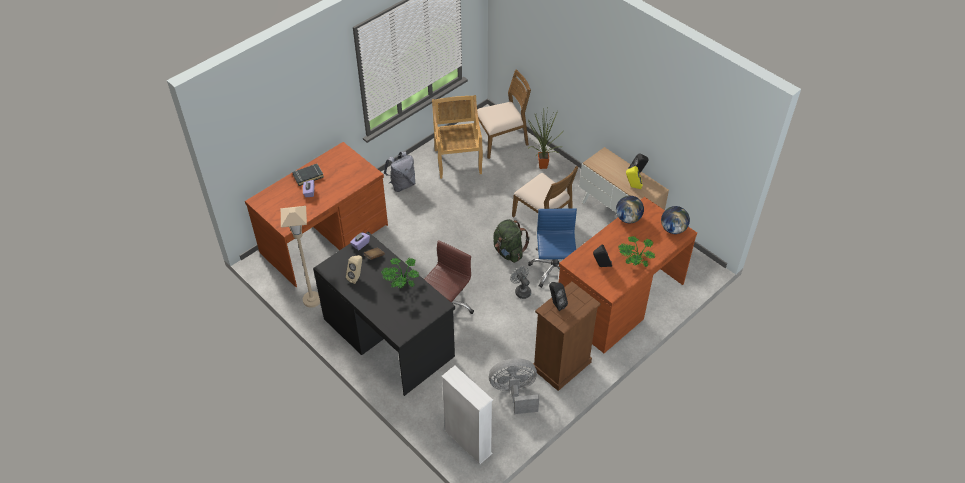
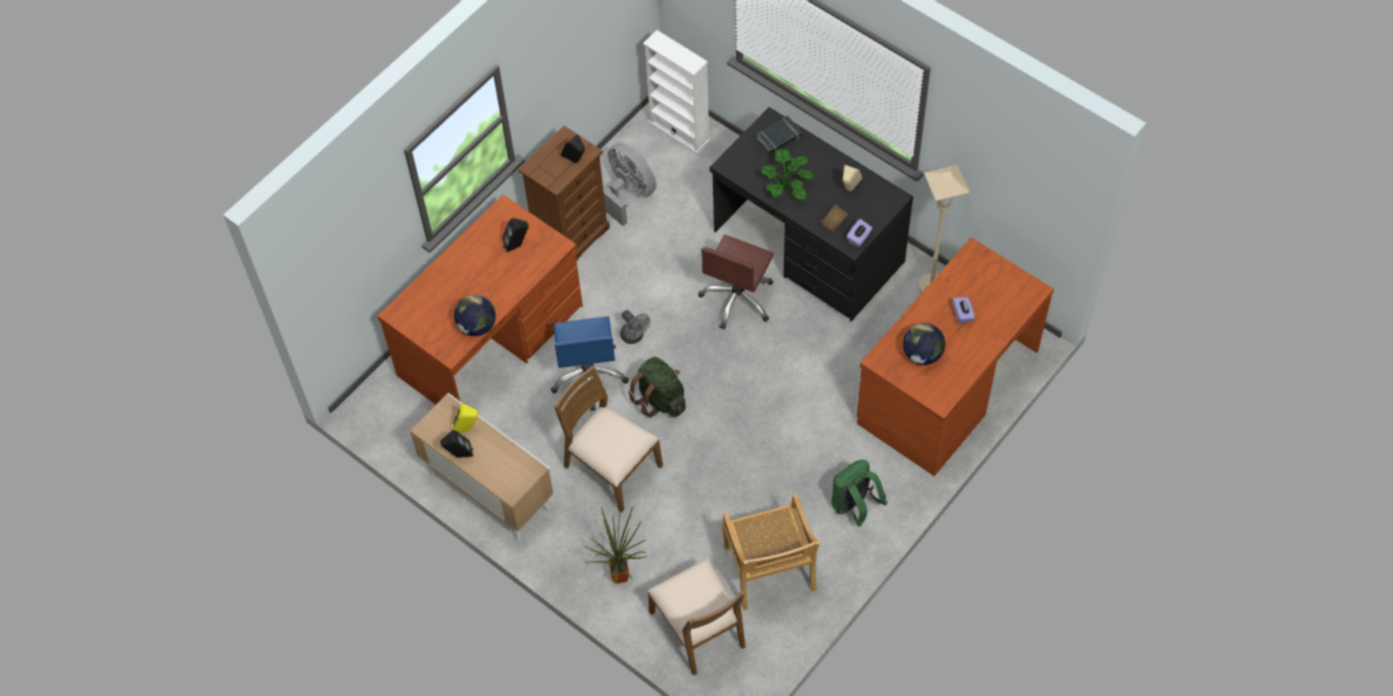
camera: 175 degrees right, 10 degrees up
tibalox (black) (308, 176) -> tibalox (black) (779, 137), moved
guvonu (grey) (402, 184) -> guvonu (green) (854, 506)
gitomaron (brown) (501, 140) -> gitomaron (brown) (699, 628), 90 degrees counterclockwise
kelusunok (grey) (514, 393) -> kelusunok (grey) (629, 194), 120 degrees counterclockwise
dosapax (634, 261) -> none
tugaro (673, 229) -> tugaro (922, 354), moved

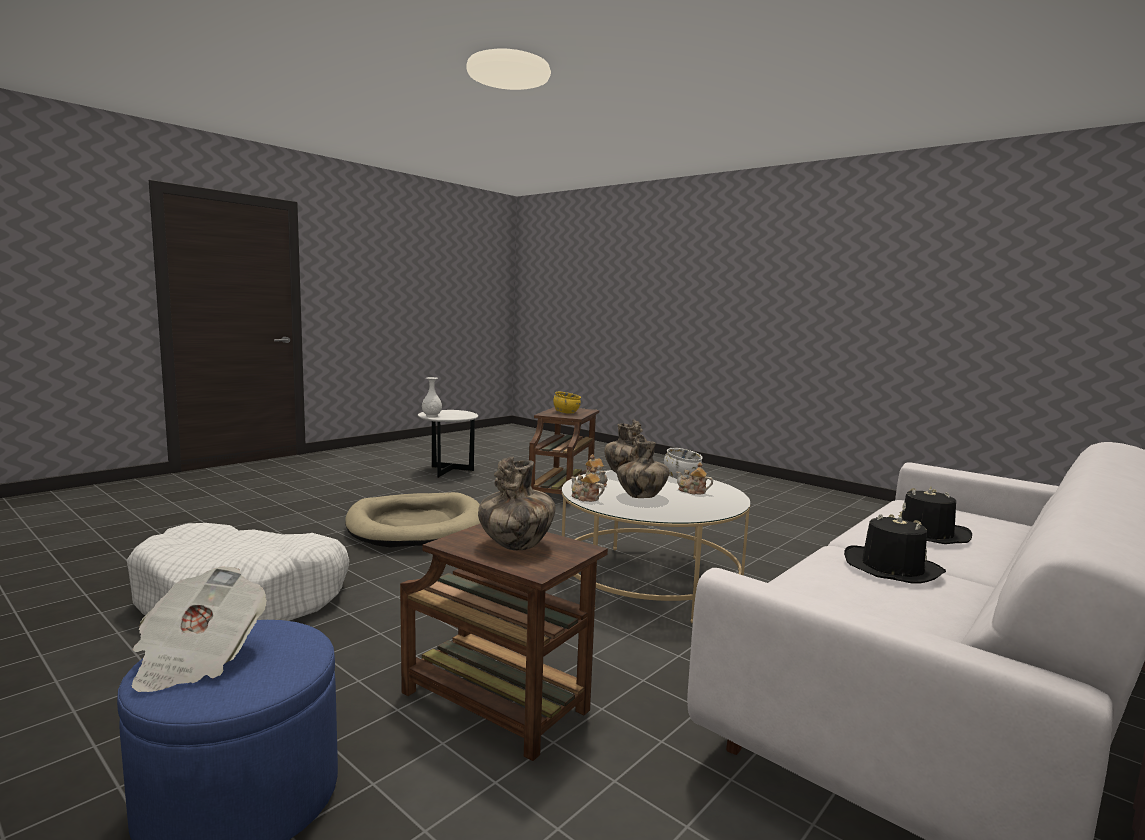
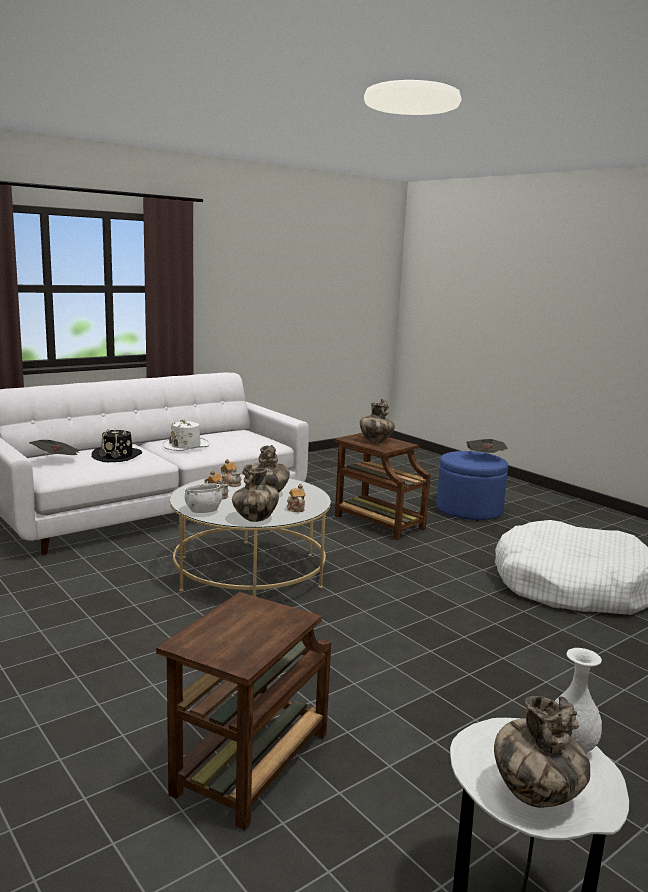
camera: 170 degrees left, 5 degrees up
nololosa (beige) (416, 526) -> none
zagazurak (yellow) (566, 412) -> none
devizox (585, 498) -> devizox (231, 483), moved
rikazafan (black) (891, 568) -> rikazafan (white) (186, 446)
none -> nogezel (57, 461)
none -> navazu (535, 795)

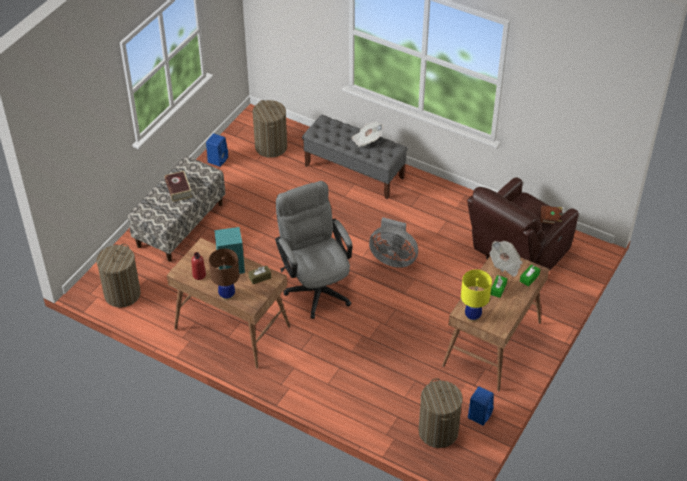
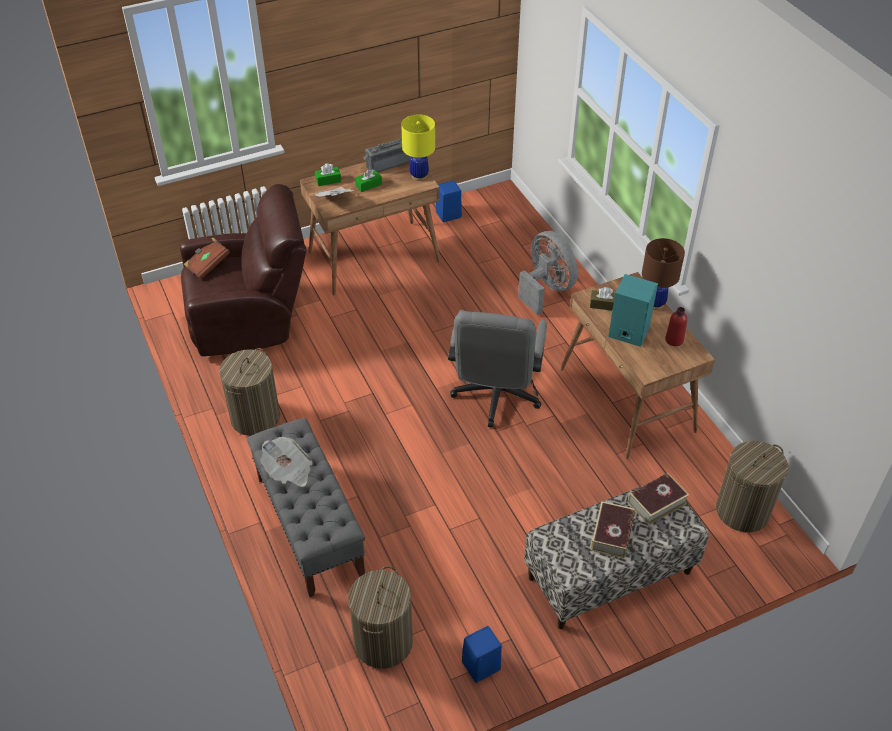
camera: 145 degrees left, 0 degrees up
kelusunok (grey) (393, 259) -> kelusunok (grey) (546, 289), moved
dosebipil (438, 432) -> dosebipil (255, 417), moved
none -> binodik (388, 163)
none -> tibalox (656, 503)

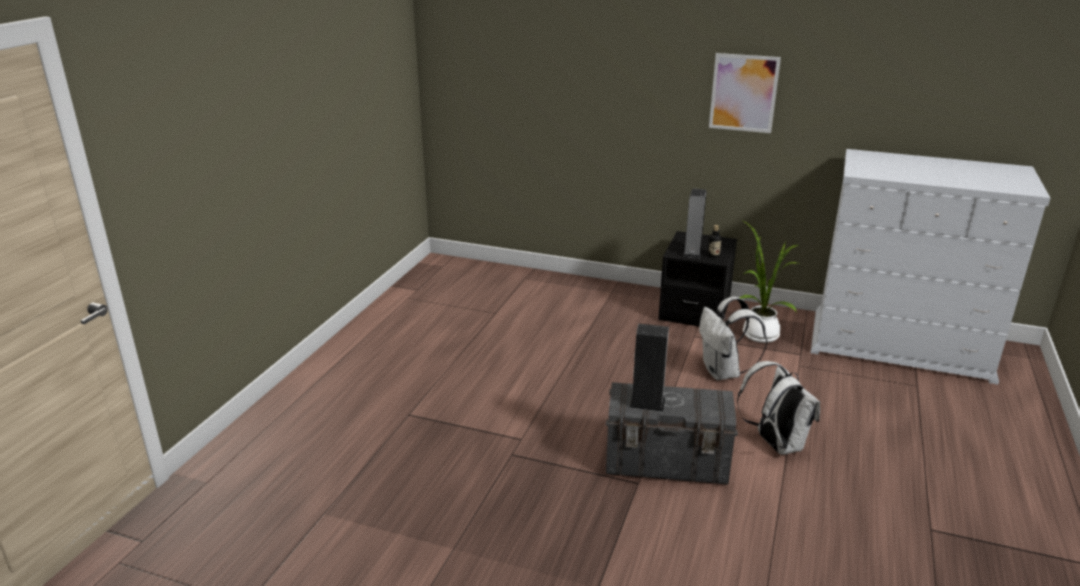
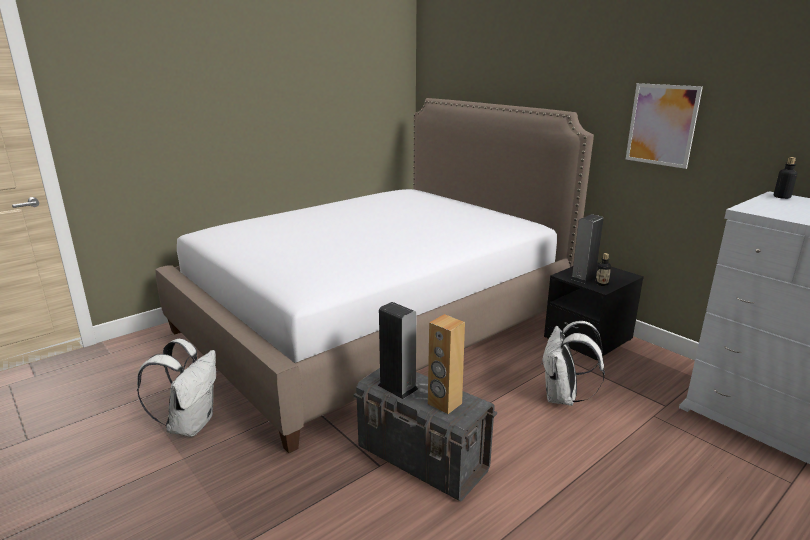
camera: 30 degrees right, 5 degrees down
guvonu (white) (775, 444) -> guvonu (white) (190, 424), moved
dosapax (758, 333) -> none
none -> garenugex (375, 323)
none -> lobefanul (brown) (444, 404)
none -> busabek (782, 197)

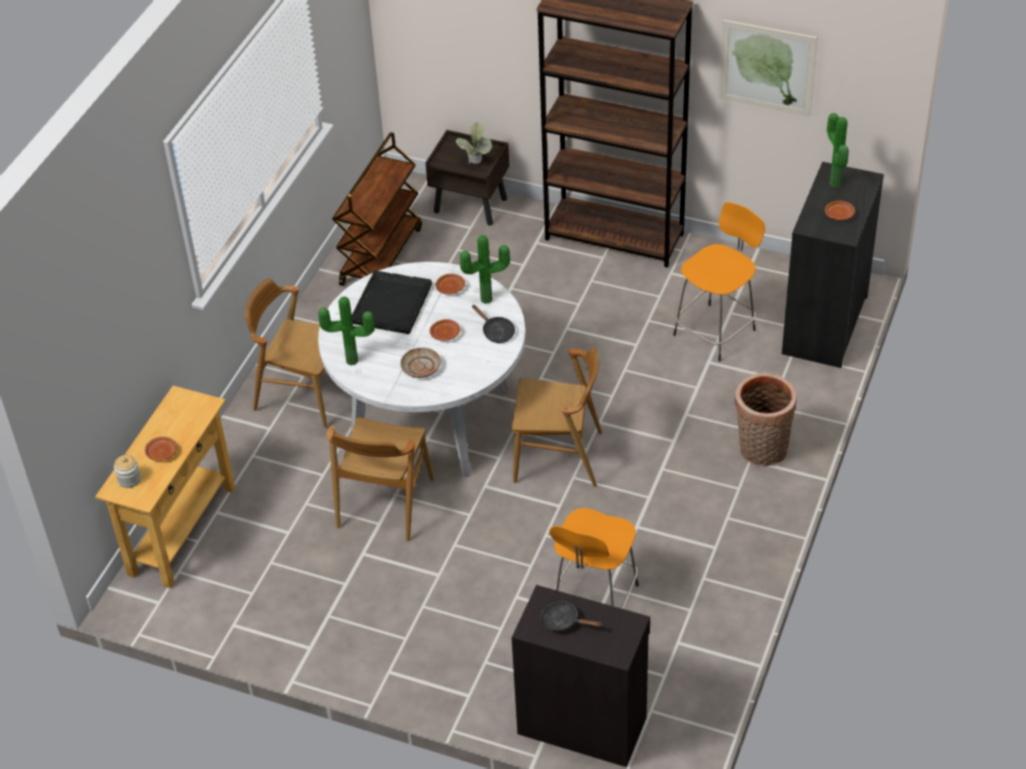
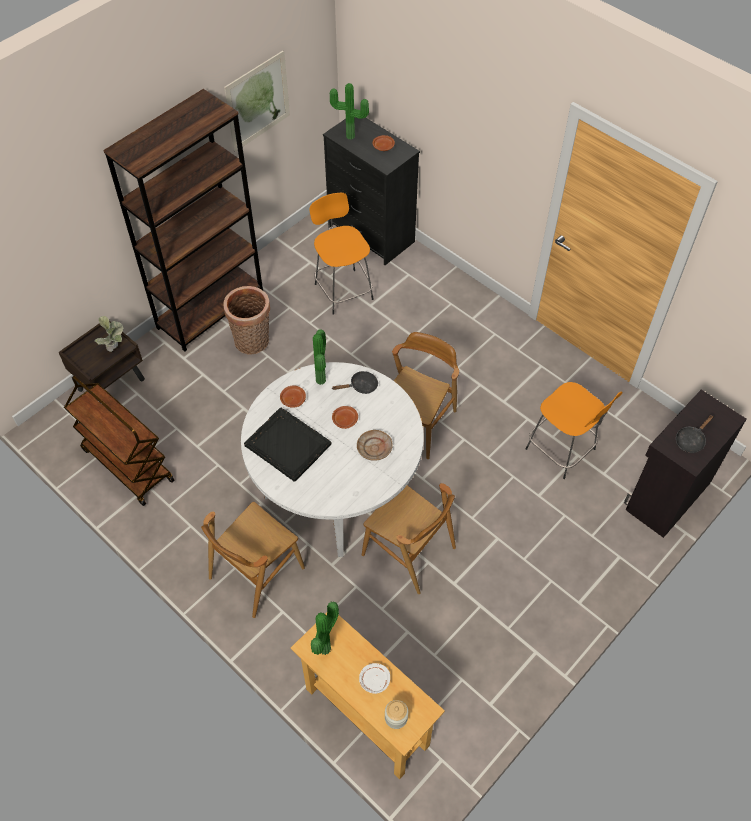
camera: 70 degrees left, 10 degrees up
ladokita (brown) (161, 453) -> ladokita (white) (374, 680)
dosapax (352, 363) -> dosapax (327, 649), moved
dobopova (761, 452) -> dobopova (252, 343), moved

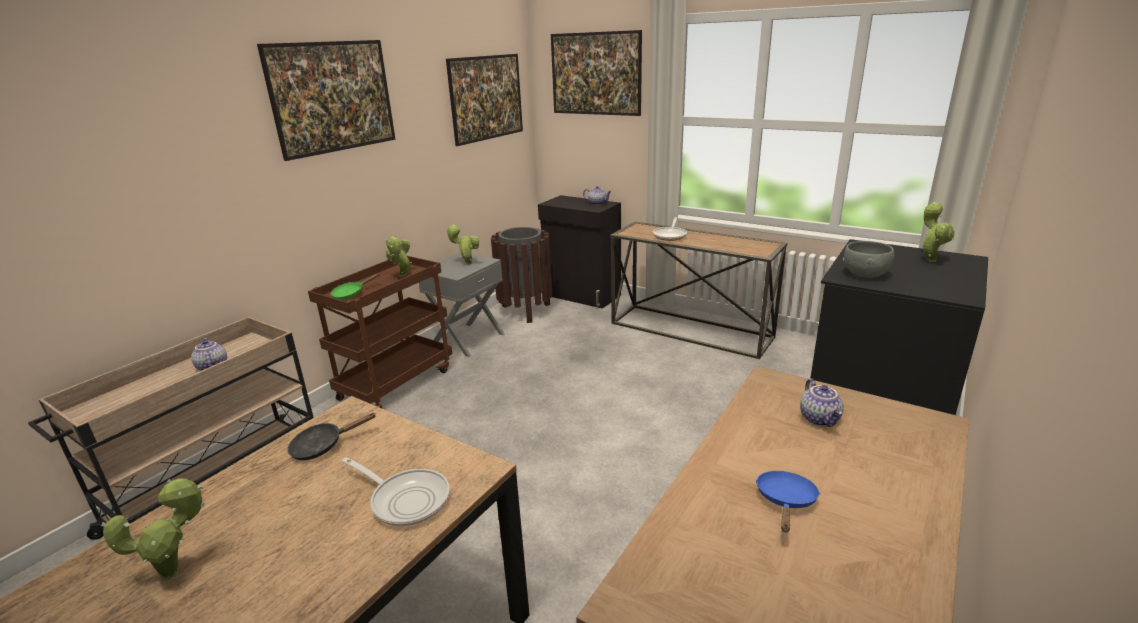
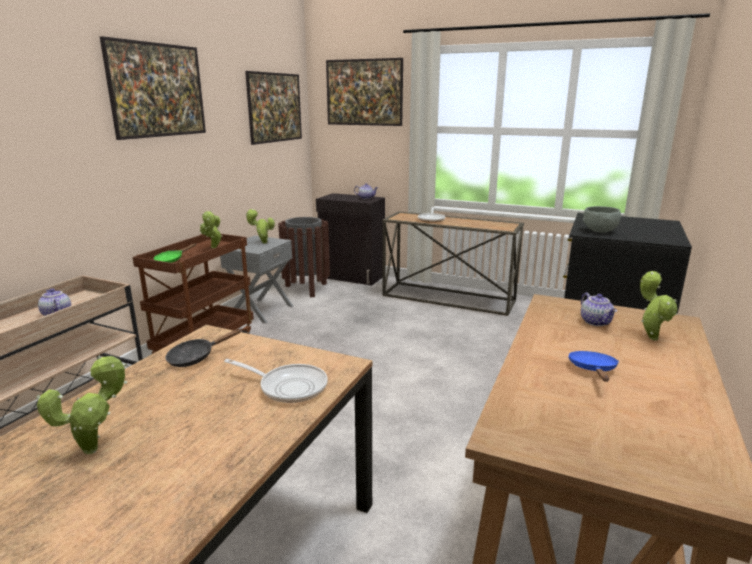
camera: 10 degrees left, 5 degrees down
dosapax (930, 260) -> dosapax (651, 337), moved

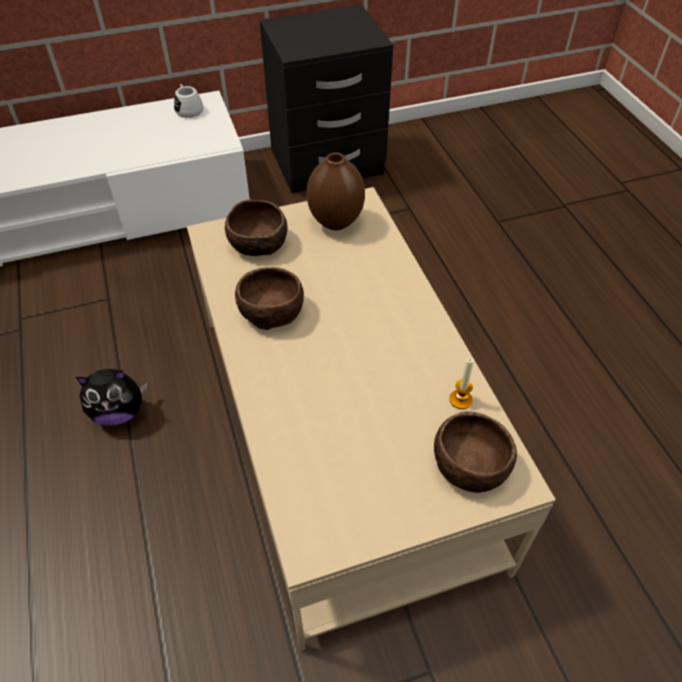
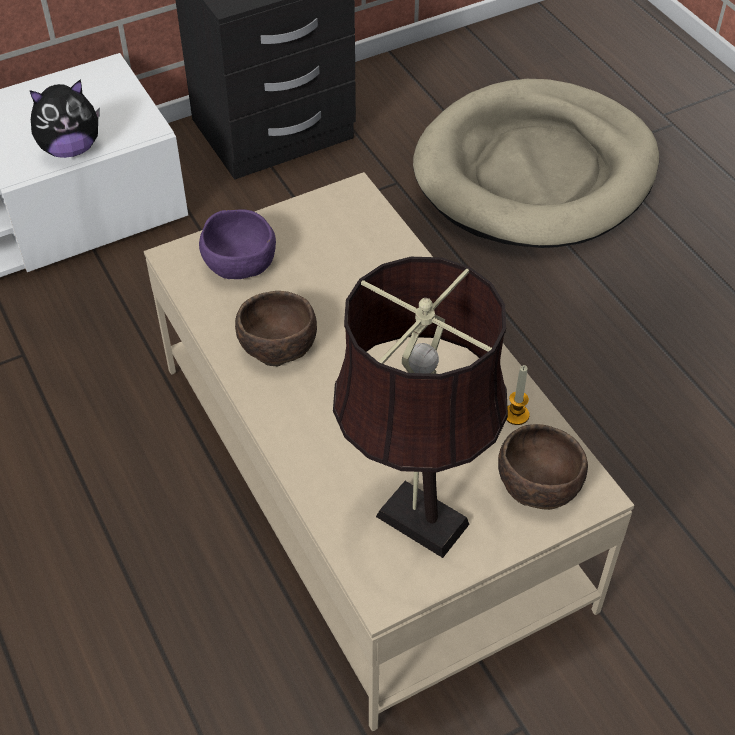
camera: 10 degrees left, 0 degrees up
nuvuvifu (119, 412) -> nuvuvifu (70, 149), moved
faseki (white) (188, 109) -> none
zagazurak (brown) (259, 244) -> zagazurak (purple) (241, 263)
navazu (brown) (335, 222) -> none
none -> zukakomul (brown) (415, 515)
none -> nololosa (beige) (535, 172)

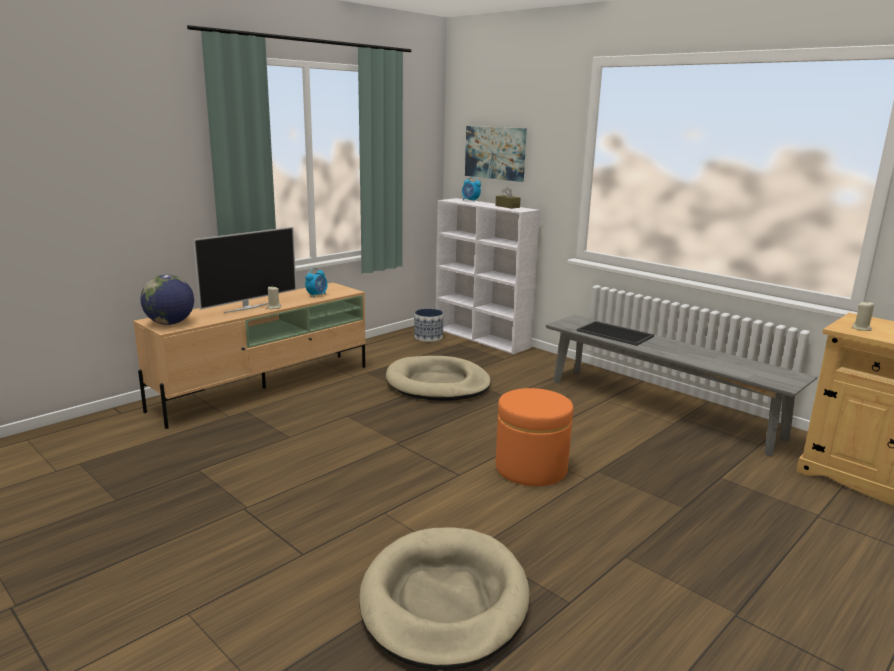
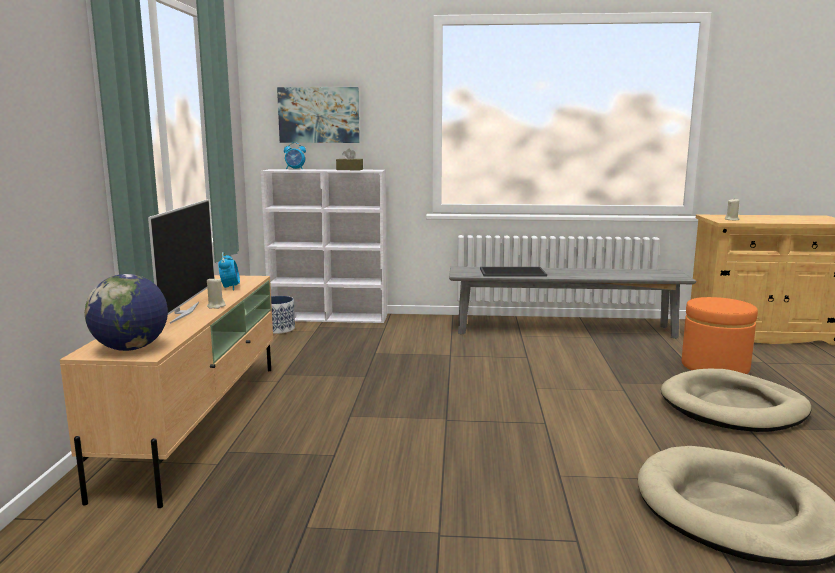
camera: 40 degrees left, 5 degrees down
nololosa (beige) (437, 384) -> nololosa (beige) (733, 407), moved
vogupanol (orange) (531, 468) -> vogupanol (orange) (715, 367), moved

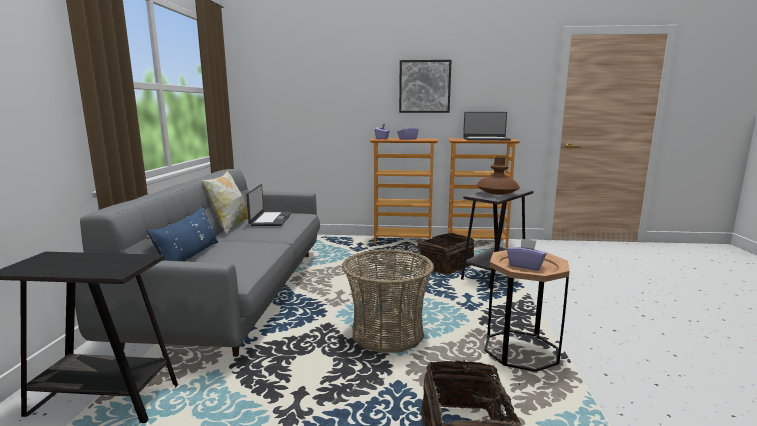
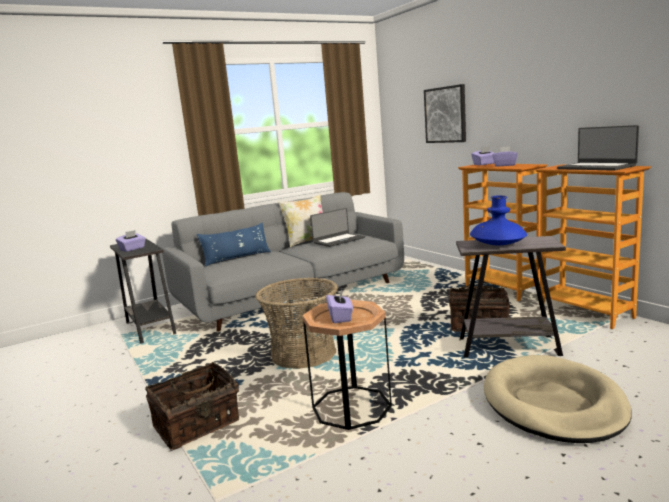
camera: 55 degrees right, 0 degrees up
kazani (424, 86) -> kazani (445, 115), moved
navazu (brown) (497, 194) -> navazu (blue) (498, 244)
none -> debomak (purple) (132, 249)
none -> nololosa (beige) (553, 403)

